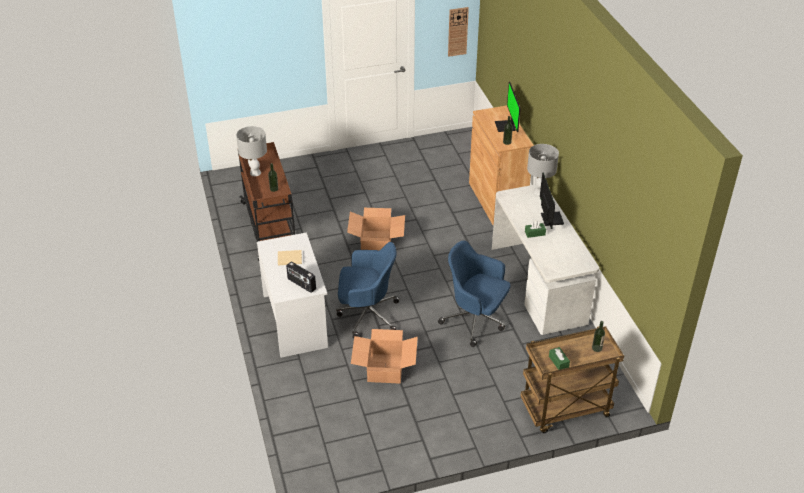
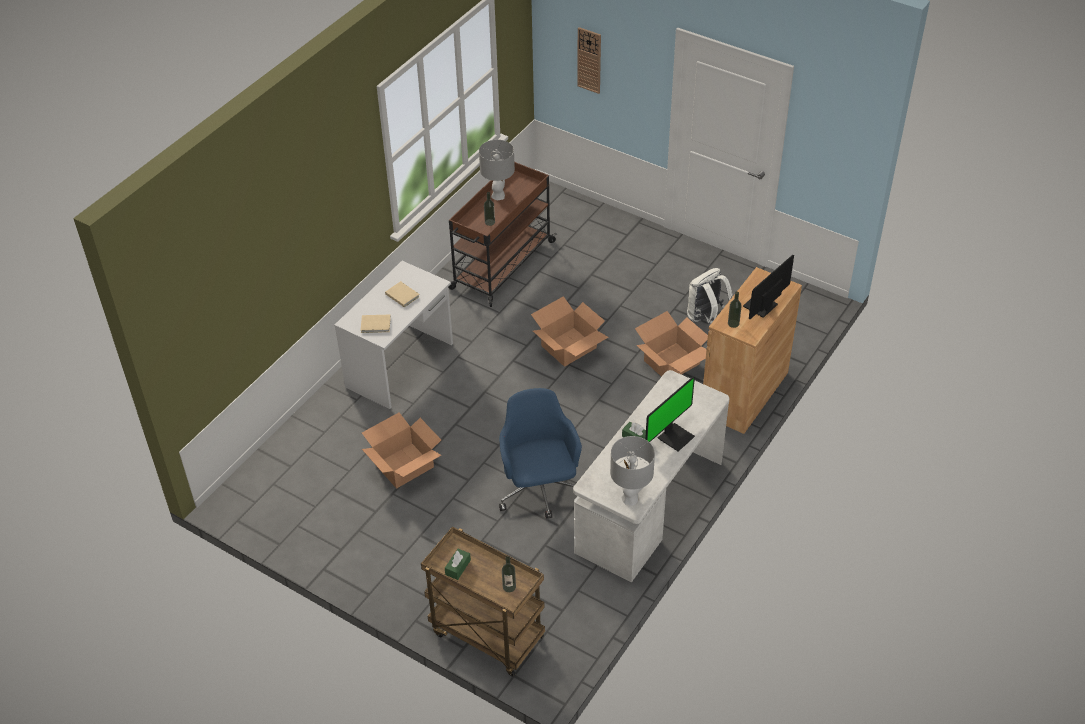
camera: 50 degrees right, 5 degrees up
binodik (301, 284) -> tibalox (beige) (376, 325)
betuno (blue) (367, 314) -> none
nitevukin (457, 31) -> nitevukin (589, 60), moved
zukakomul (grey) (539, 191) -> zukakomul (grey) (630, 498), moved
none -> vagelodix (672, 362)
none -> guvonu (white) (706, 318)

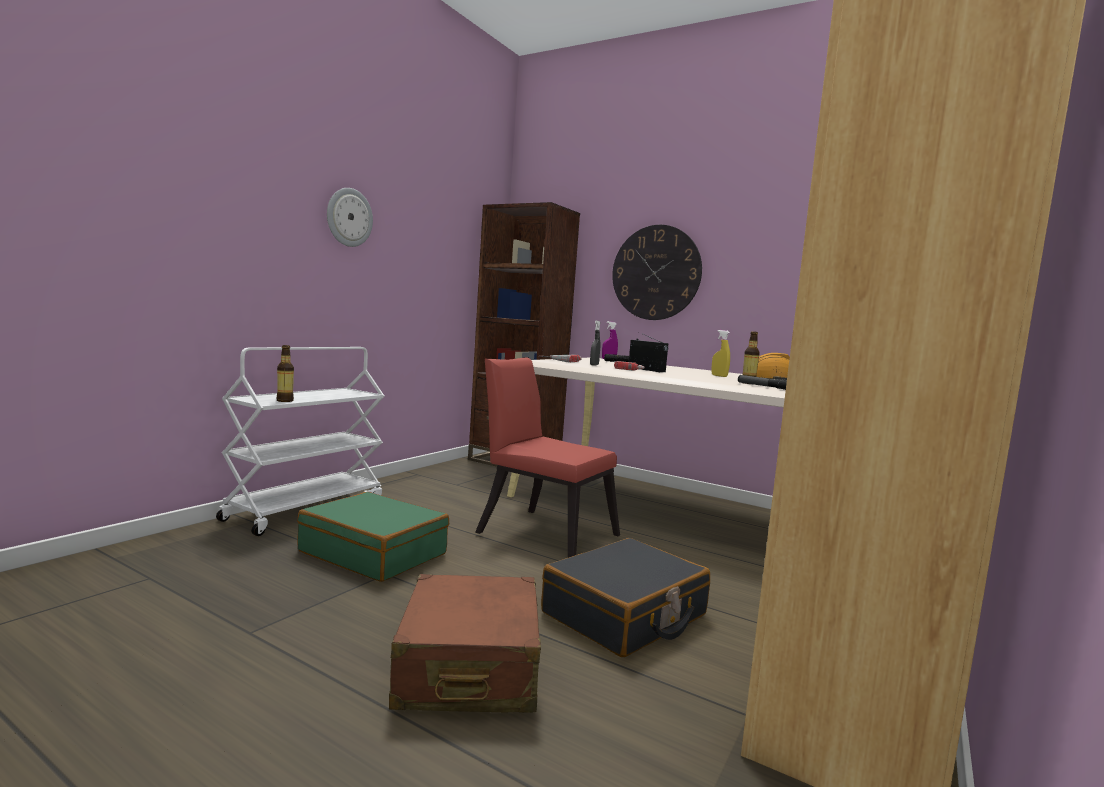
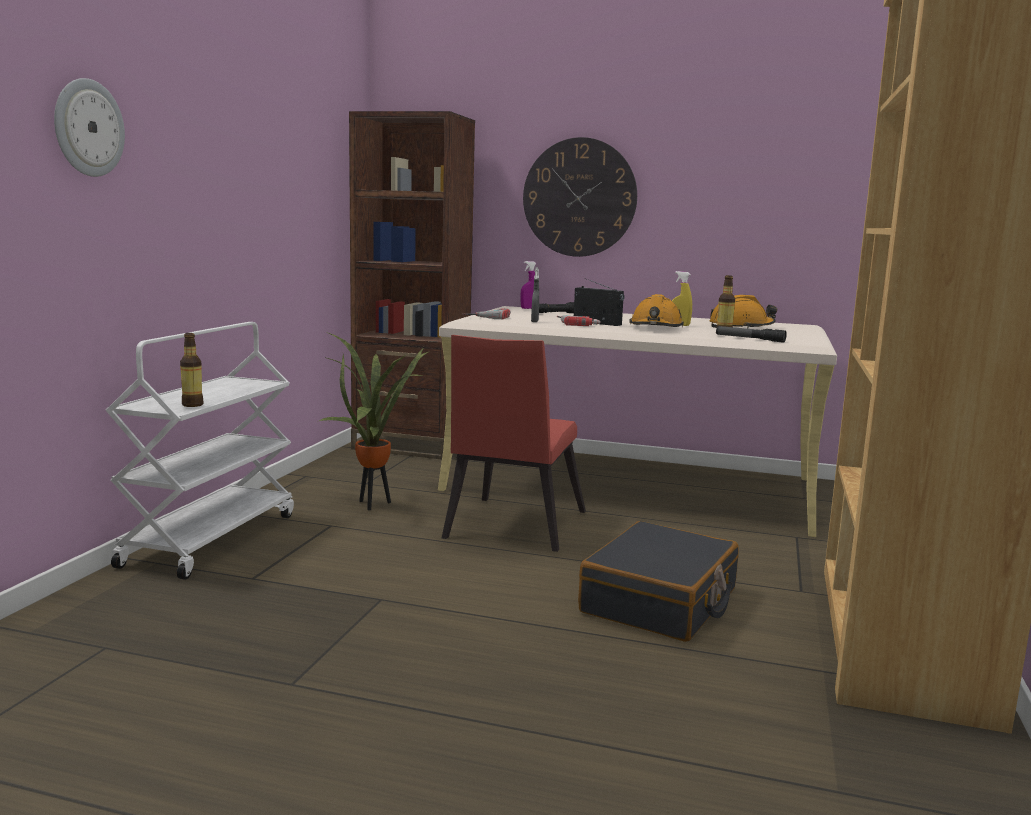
camera: 15 degrees left, 5 degrees up
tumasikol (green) (374, 553) -> none
nitevukin (349, 217) -> nitevukin (88, 128), moved
tumasikol (brown) (469, 667) -> none
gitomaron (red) (542, 532) -> gitomaron (red) (511, 527), 90 degrees counterclockwise
none -> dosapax (372, 504)
none -> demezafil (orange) (655, 328)

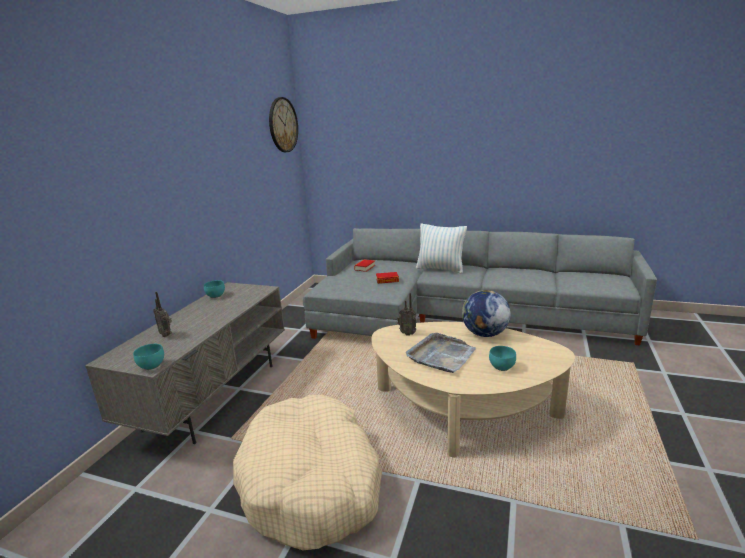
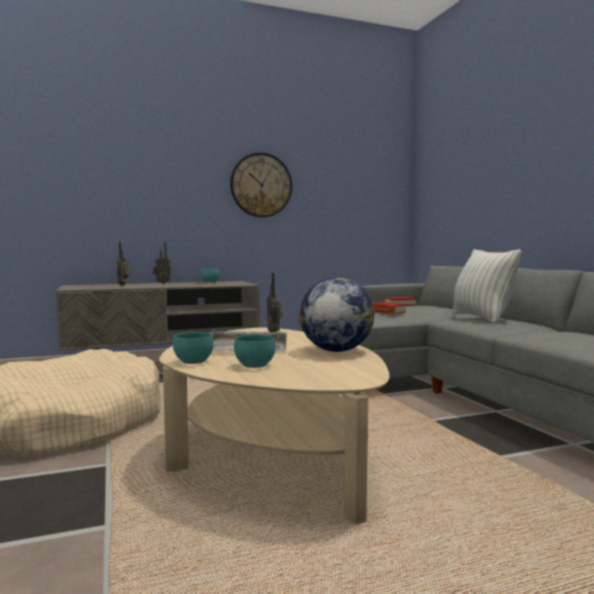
camera: 50 degrees right, 15 degrees down
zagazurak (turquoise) (152, 366) -> zagazurak (turquoise) (193, 362), moved
nitevukin (283, 125) -> nitevukin (261, 185), moved
none -> binodik (162, 283)

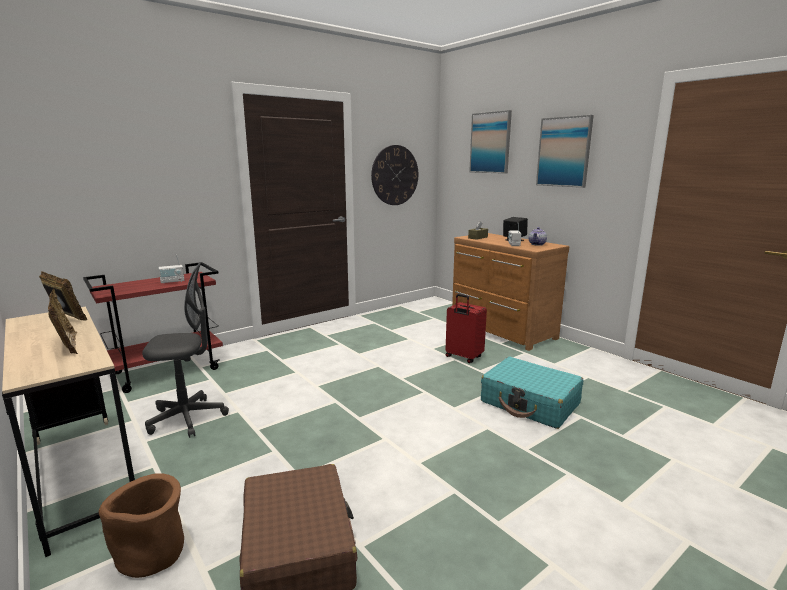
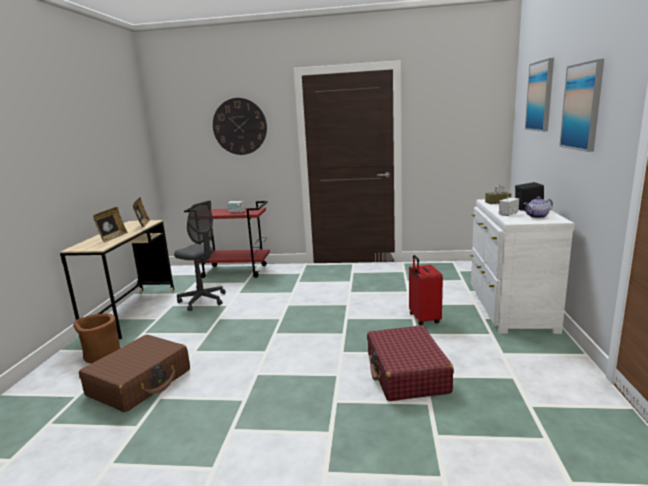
camera: 45 degrees right, 0 degrees up
nitevukin (395, 175) -> nitevukin (239, 126), moved
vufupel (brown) (501, 330) -> vufupel (white) (508, 308)
tumasikol (turquoise) (530, 403) -> tumasikol (red) (406, 374)

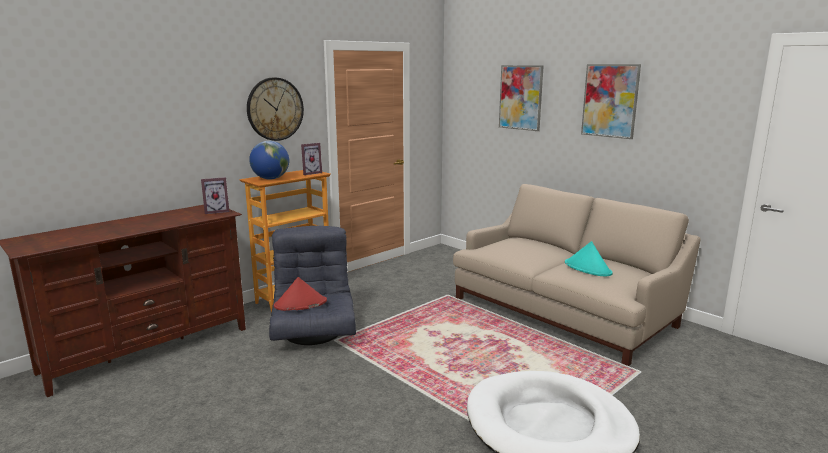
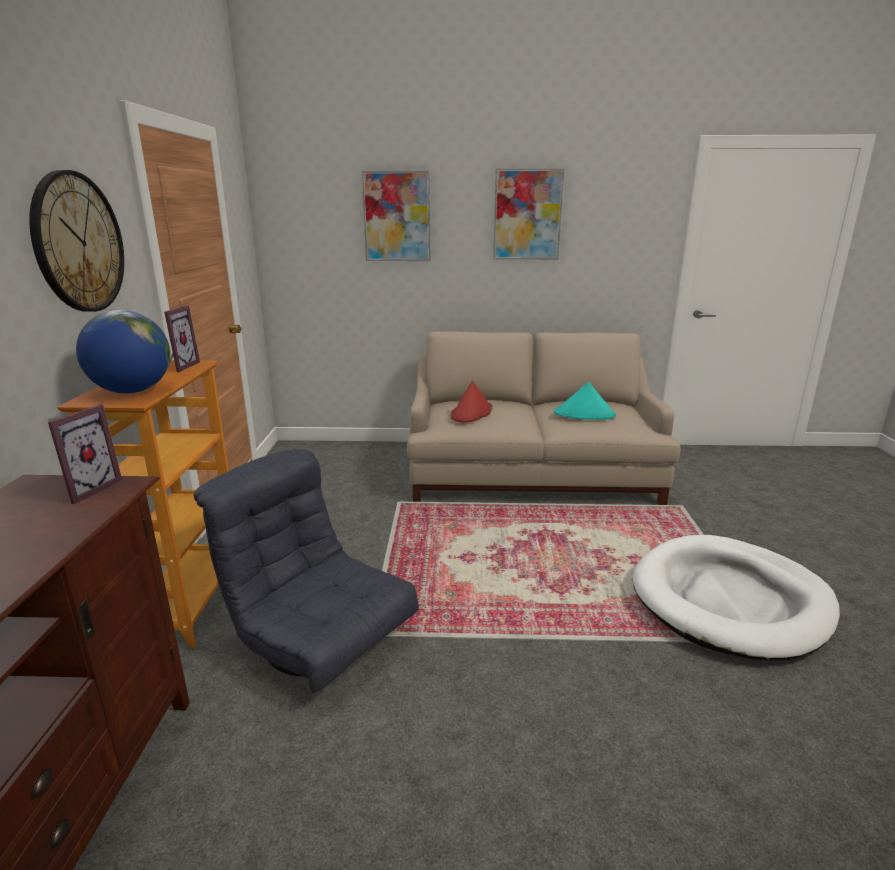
camera: 45 degrees left, 5 degrees up
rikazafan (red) (300, 304) -> rikazafan (red) (471, 413), moved

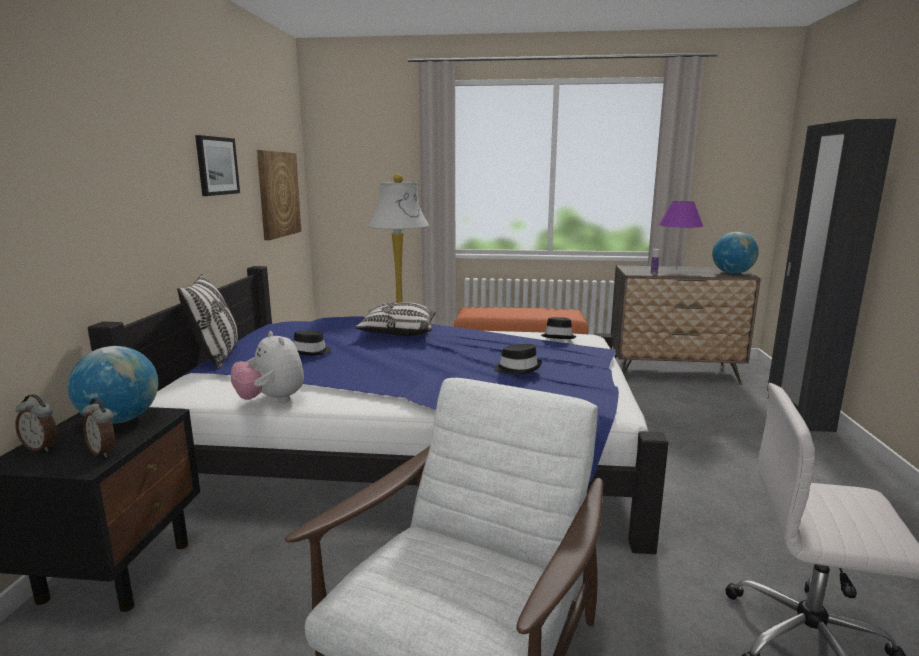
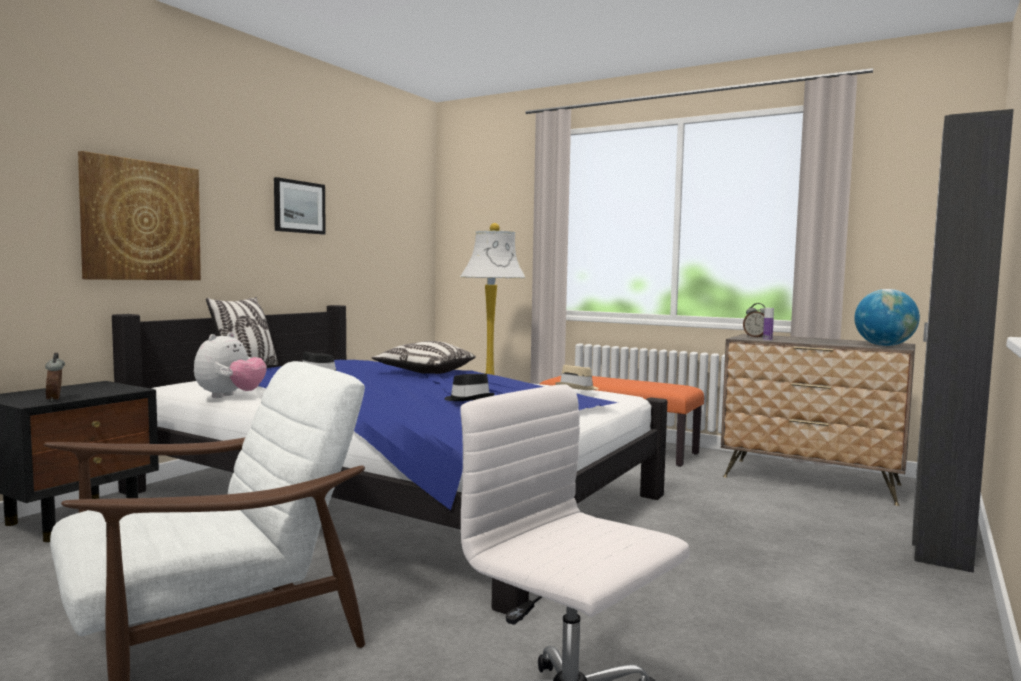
camera: 25 degrees right, 10 degrees down
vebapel (41, 447) -> vebapel (756, 337), moved
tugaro (120, 420) -> none
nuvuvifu (271, 400) -> nuvuvifu (230, 396), 150 degrees counterclockwise
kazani (278, 194) -> kazani (141, 221), moved
rikazafan (black) (558, 336) -> rikazafan (beige) (578, 388)
zukakomul (purple) (676, 269) -> none

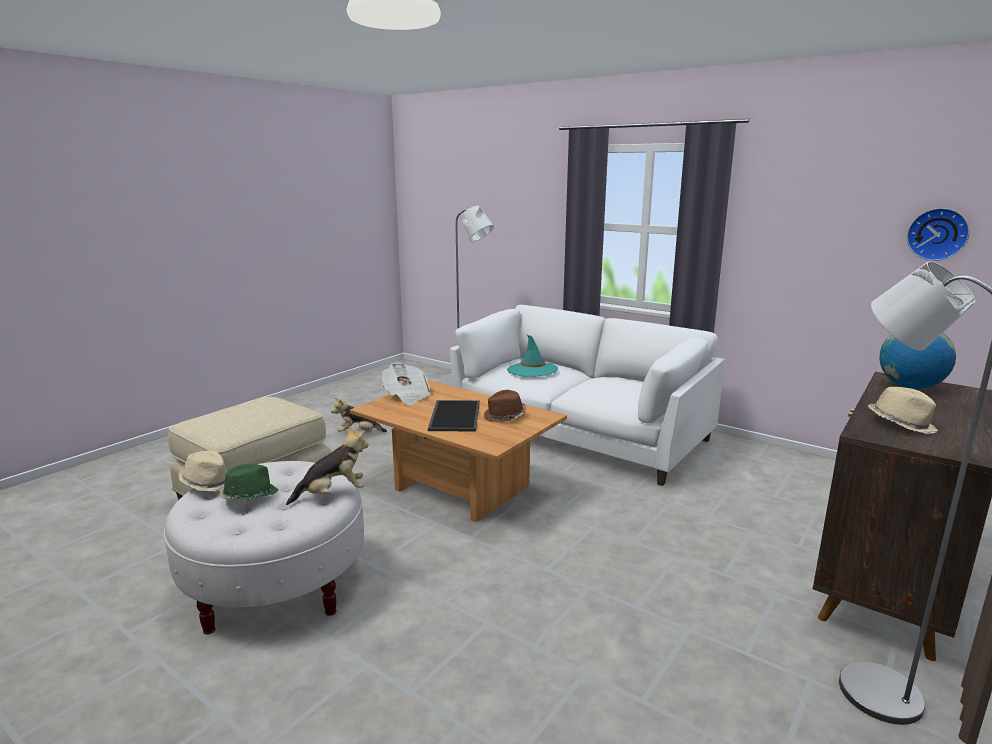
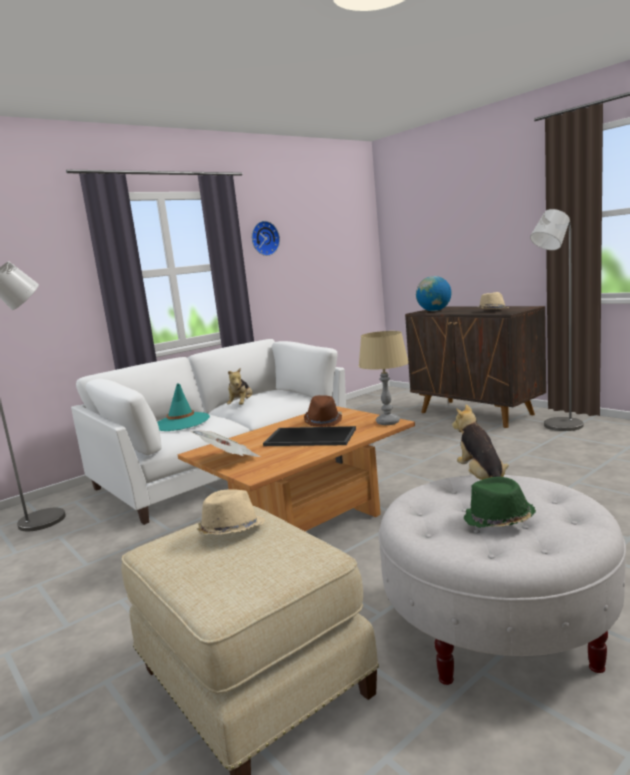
camera: 75 degrees left, 5 degrees down
rikazafan (beige) (208, 483) -> rikazafan (beige) (231, 531), moved
nuvuvifu (358, 433) -> nuvuvifu (241, 405), moved
nitevukin (937, 234) -> nitevukin (264, 238), moved
none -> zukakomul (beige) (387, 422)

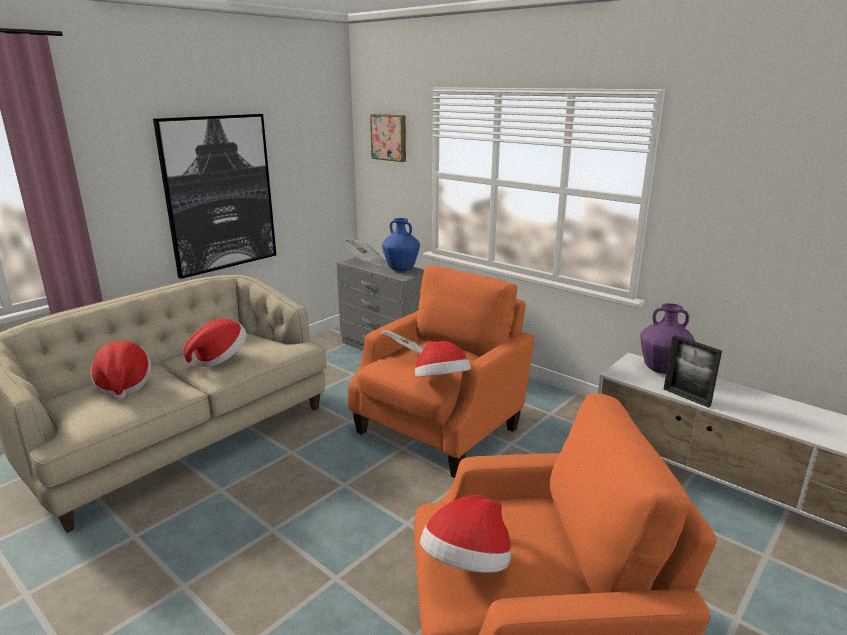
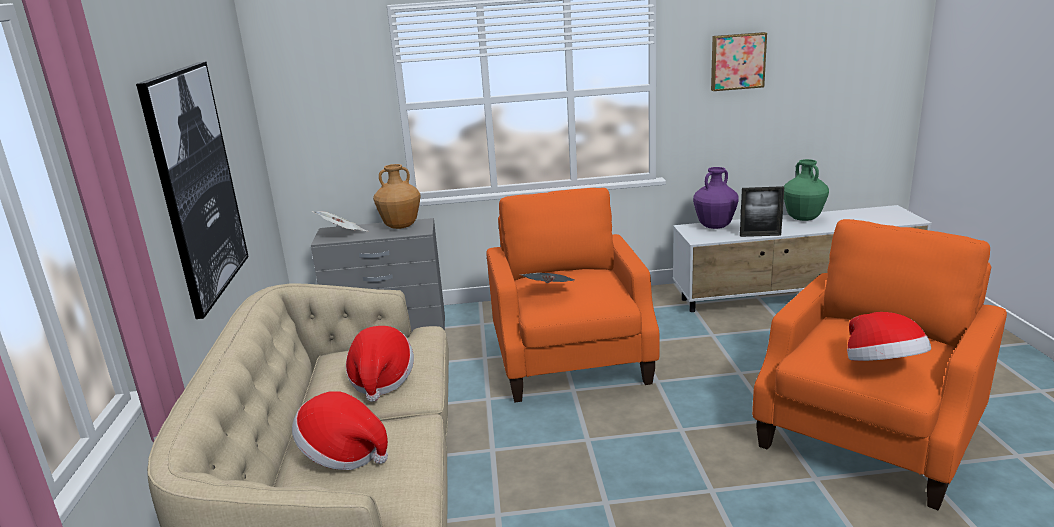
camera: 45 degrees left, 0 degrees up
kazani (389, 137) -> kazani (737, 61), moved
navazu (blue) (401, 269) -> navazu (brown) (401, 226)
rikazafan (441, 383) -> none
none -> navazu (green) (803, 218)

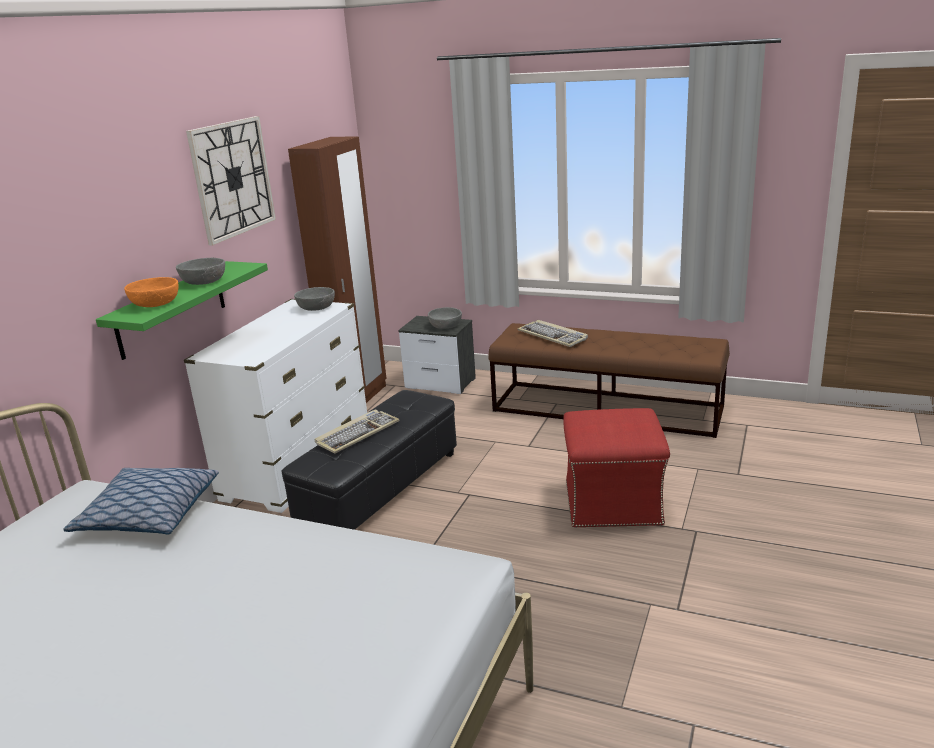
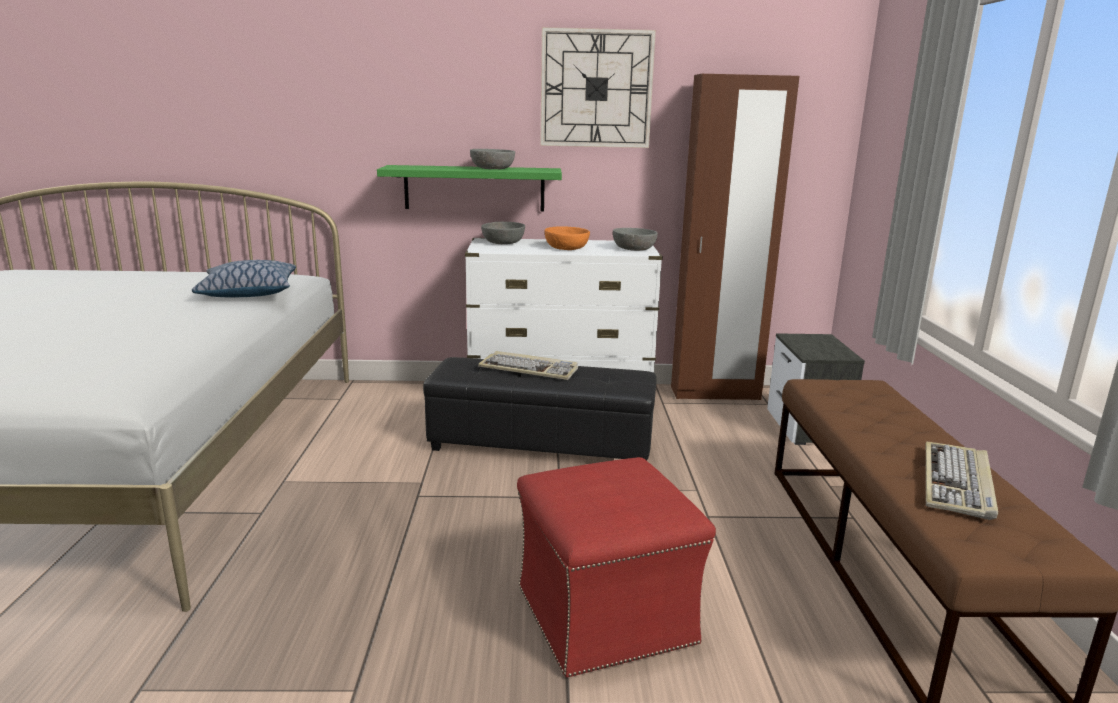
camera: 65 degrees right, 5 degrees down
zagazurak (orange) (155, 303) -> zagazurak (orange) (567, 248), moved
zagazurak (grey) (445, 326) -> zagazurak (grey) (503, 242), moved
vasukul (553, 336) -> vasukul (958, 483), moved

